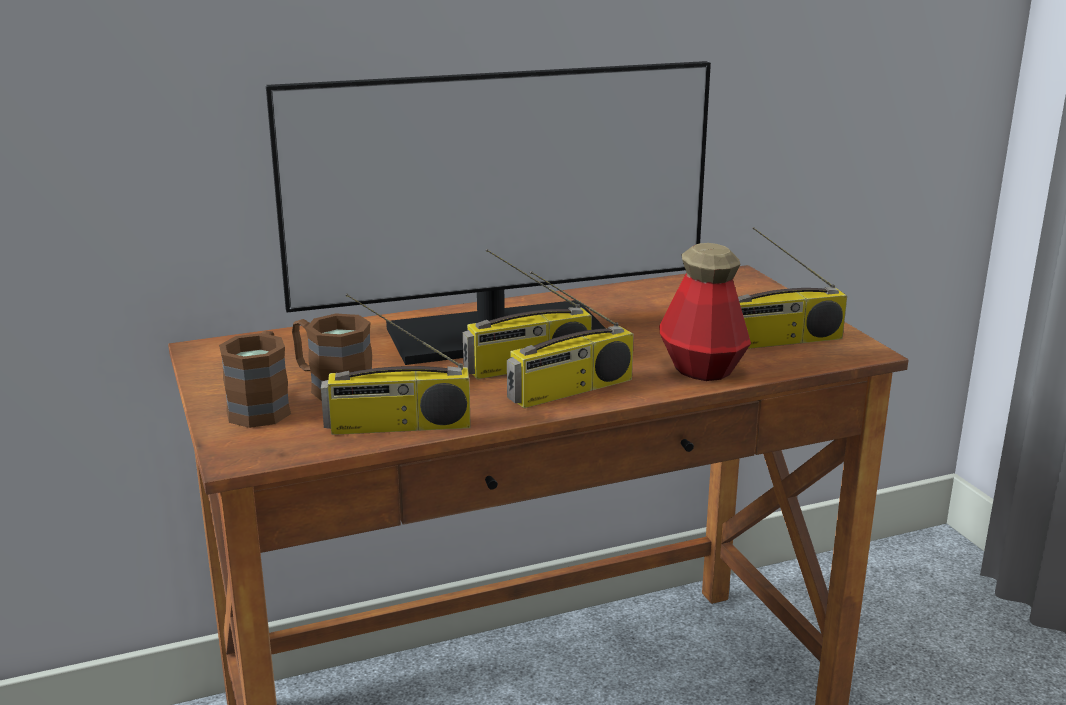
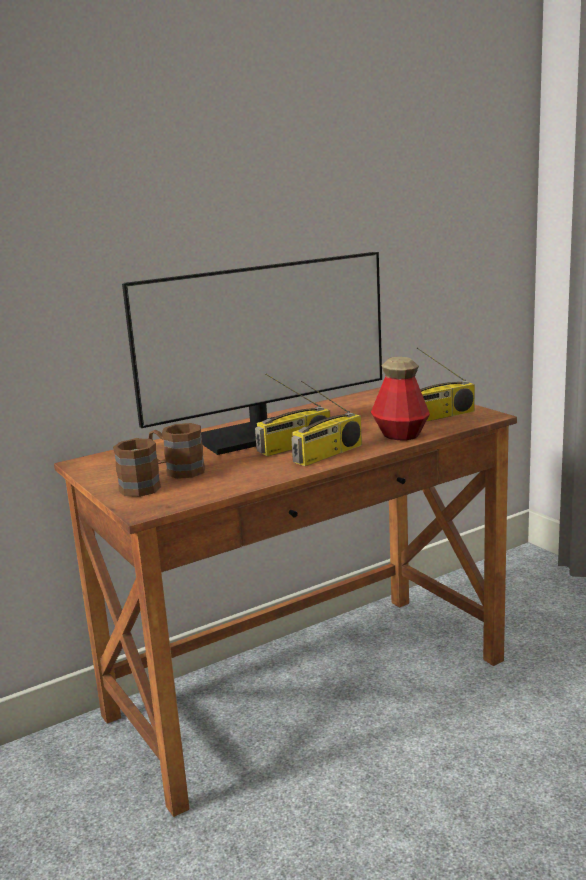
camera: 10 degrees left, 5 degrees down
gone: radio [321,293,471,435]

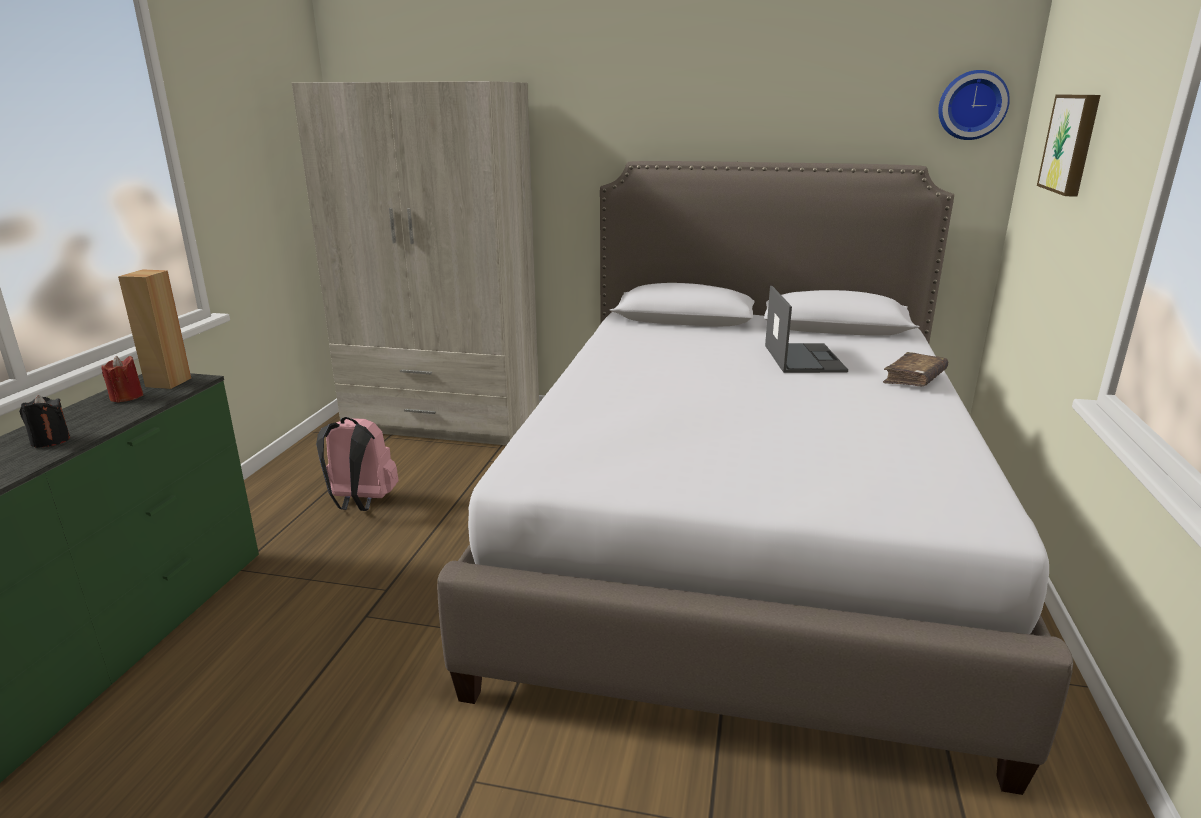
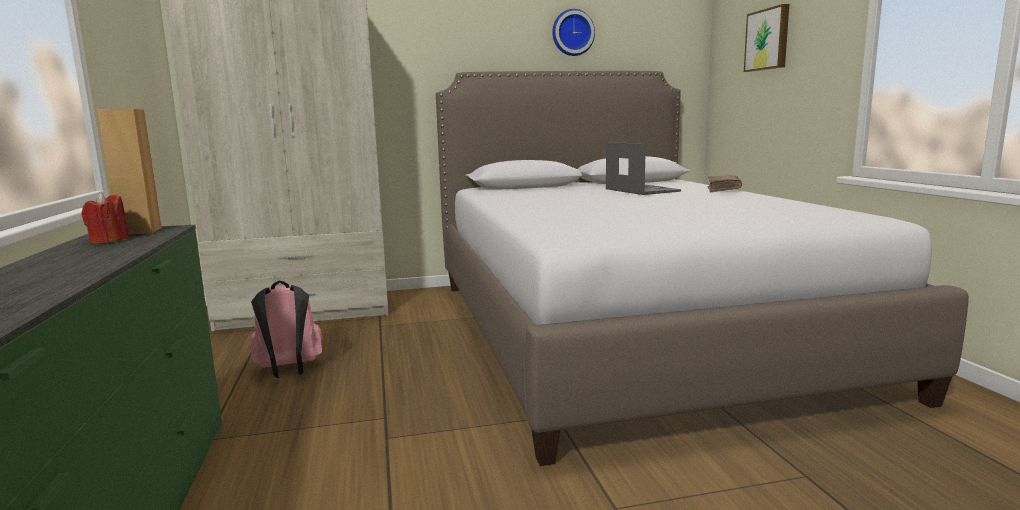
camera: 25 degrees left, 10 degrees down
gone: black candle [19,395,70,448]
shifted: wall clock [938,70,1010,140] to [552,9,595,56]

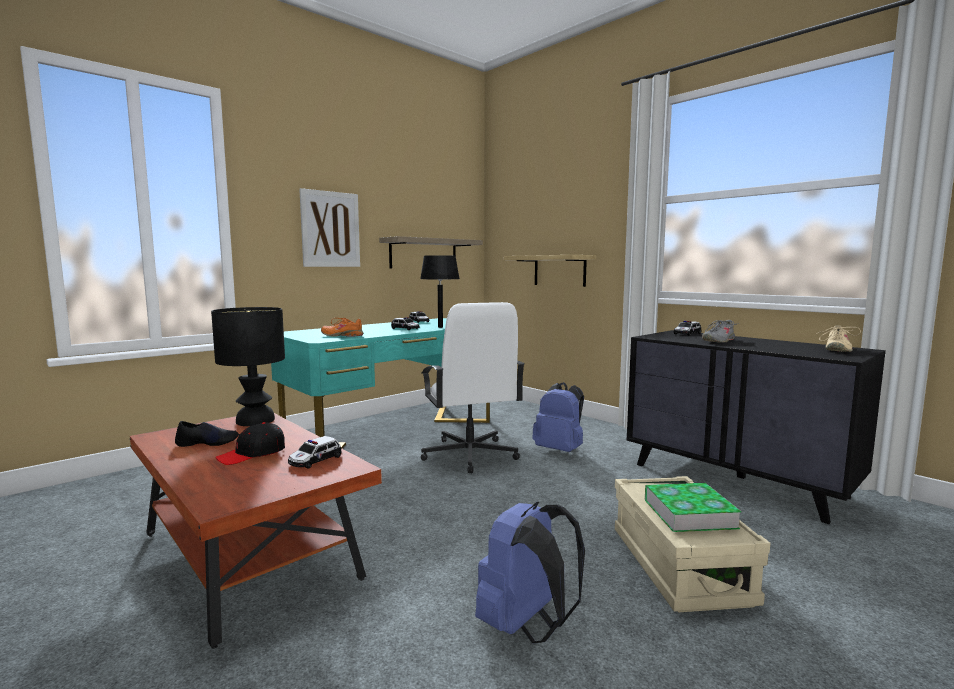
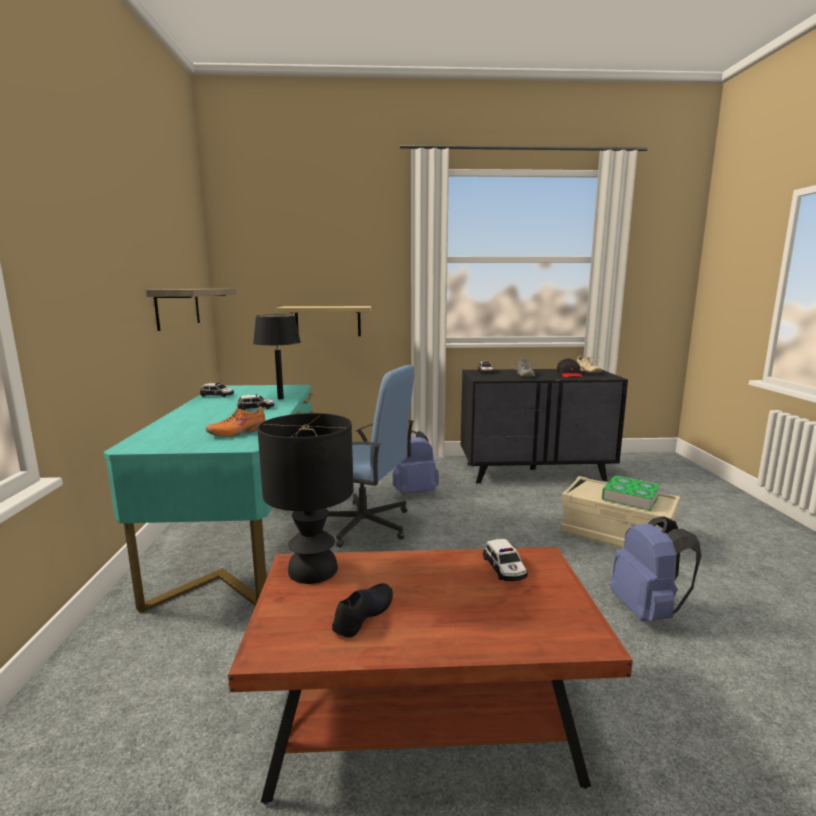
camera: 50 degrees left, 5 degrees up
gone: picture [299,188,360,267]
shifted: black cap [215,422,285,465] to [557,358,582,377]
repainted: white office chair [421,302,525,473] to blue office chair [328,365,415,548]

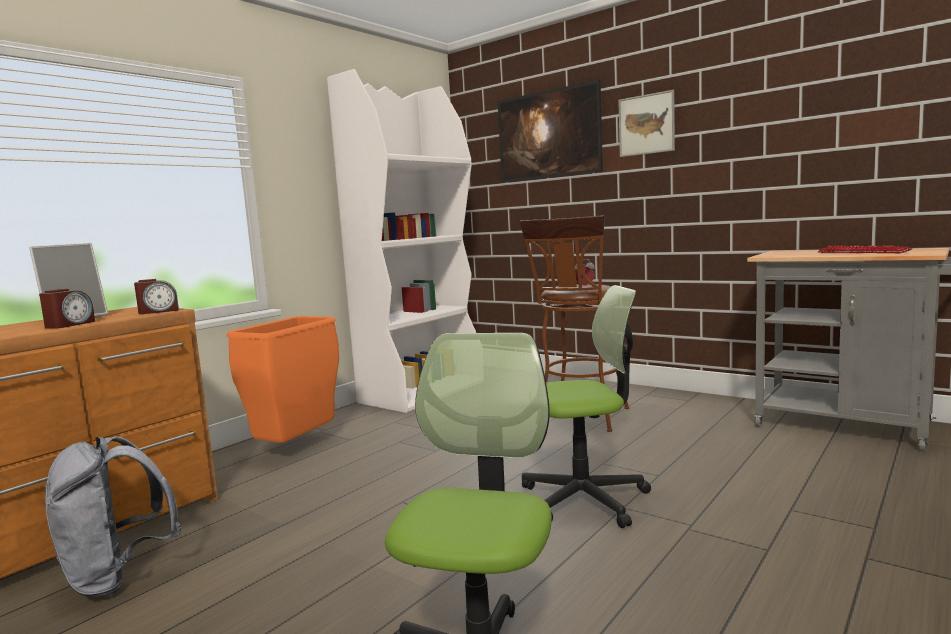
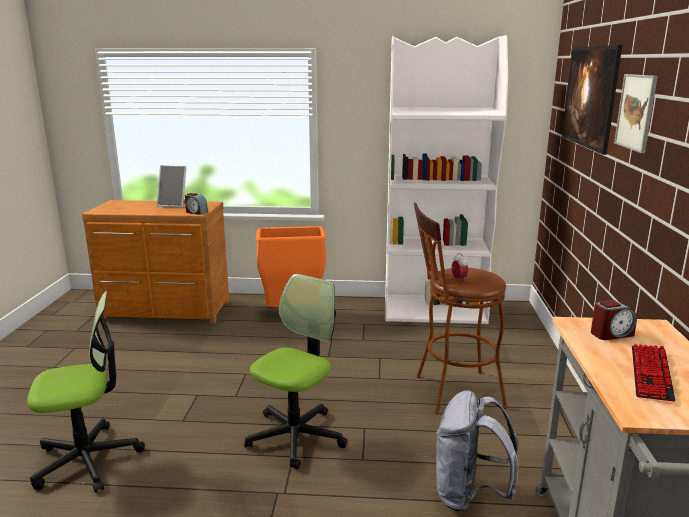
camera: 55 degrees right, 10 degrees up
shifted: grey backpack [44,436,182,597] to [436,390,519,512]; alarm clock [39,289,95,329] to [591,300,637,340]
rotated: office chair [522,285,651,528] = [244,274,348,469] 105 degrees counterclockwise

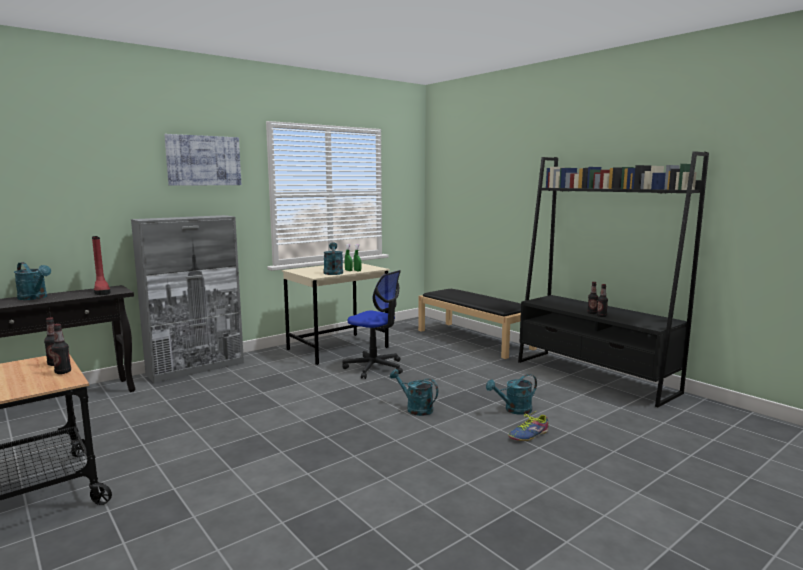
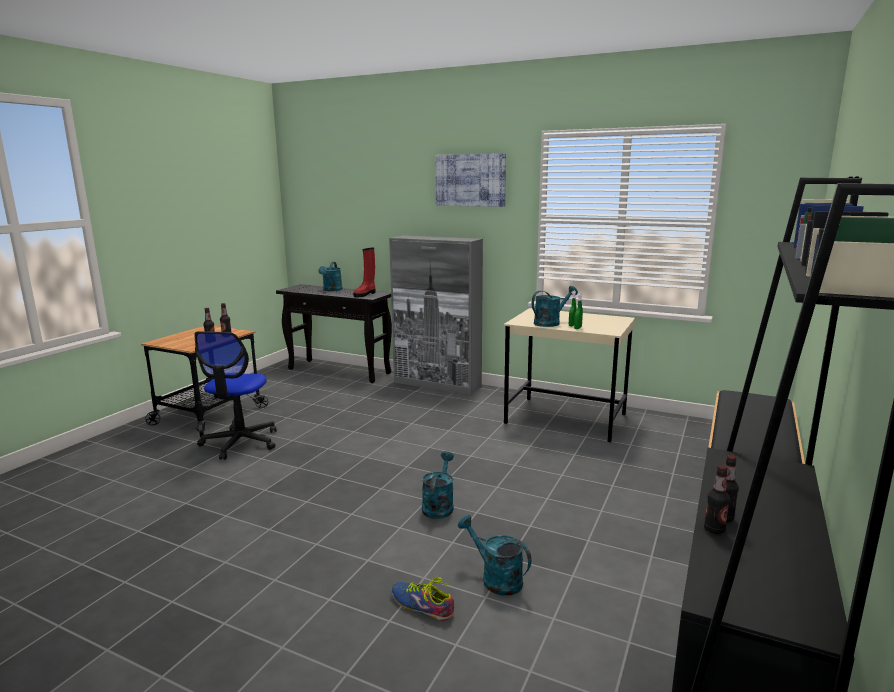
camera: 65 degrees right, 5 degrees up
shifted: office chair [342,270,403,379] to [194,331,277,460]

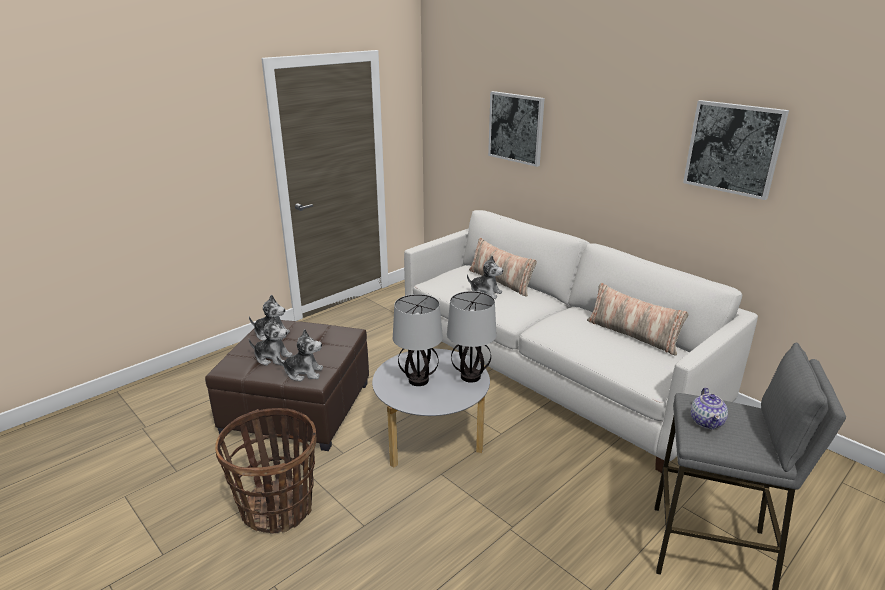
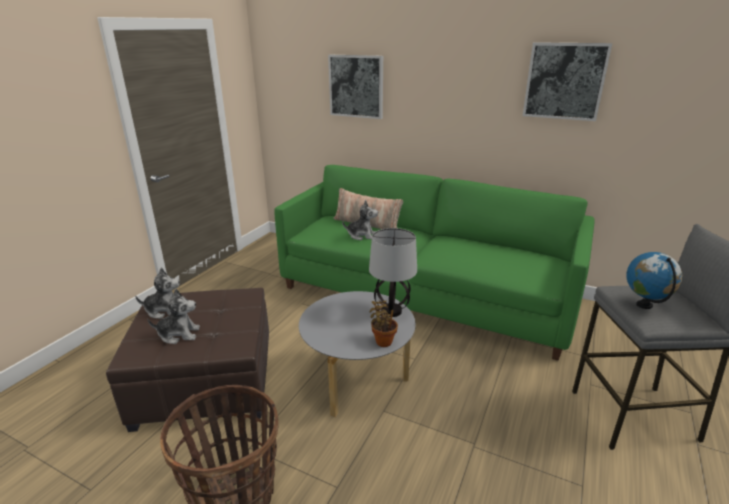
camera: 20 degrees left, 0 degrees up
gone: plush toy [276,329,323,382]; table lamp [393,294,443,386]; pillow [587,283,689,356]
new: potted plant [369,300,398,347]
swapped: teapot [691,388,728,430] to globe [626,252,682,309]
repainted: white sofa [404,210,758,473] to green sofa [275,165,595,360]

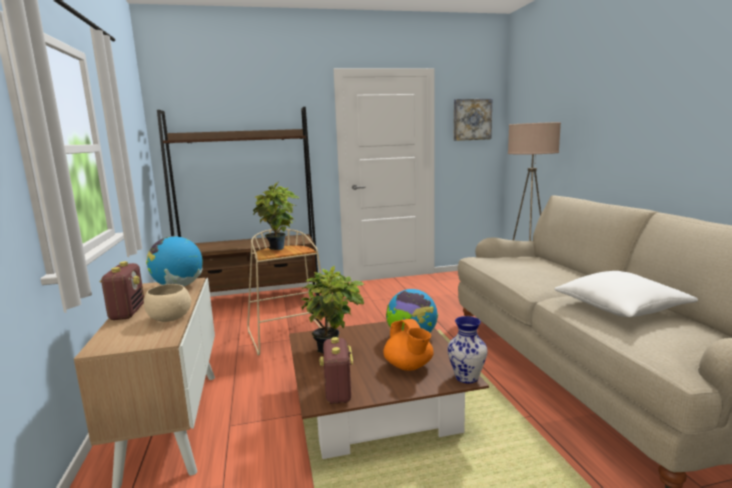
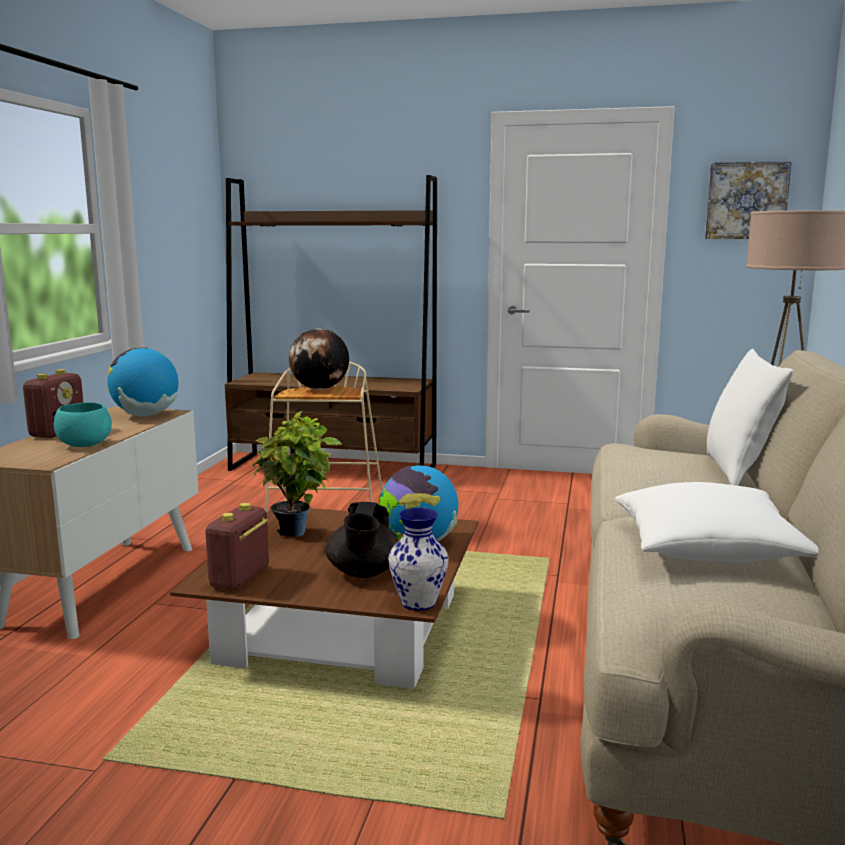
camera: 25 degrees right, 0 degrees up
new: white pillow [707,349,793,486]
swapped: potted plant [253,182,299,250] to globe [289,328,349,390]
repainted: beige bowl [144,284,191,322] to turquoise bowl [53,402,112,447]; orange teapot [383,319,434,371] to black teapot [326,502,398,578]

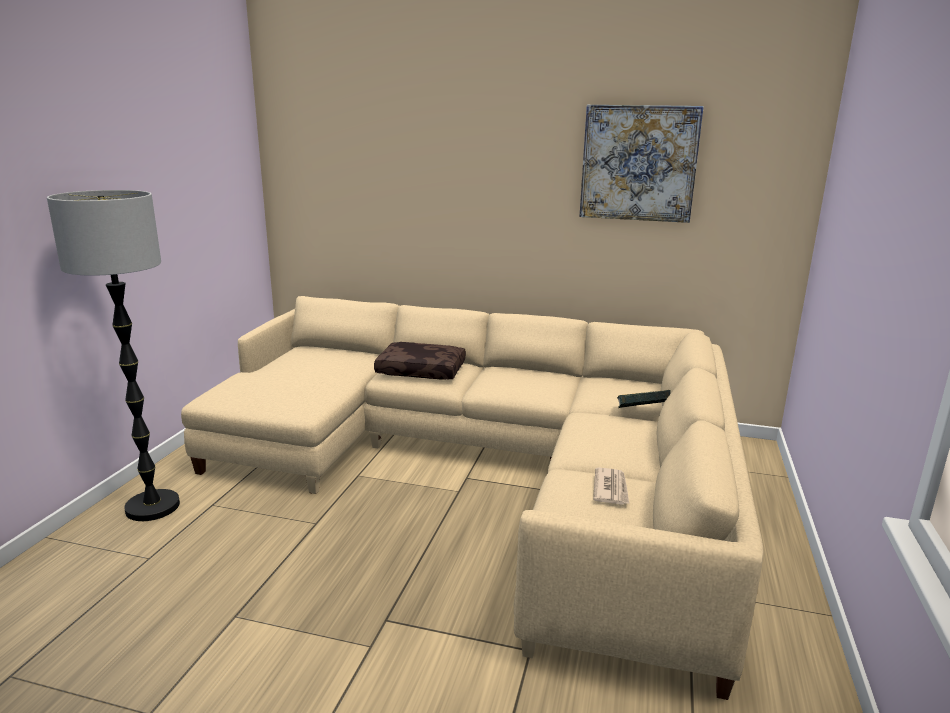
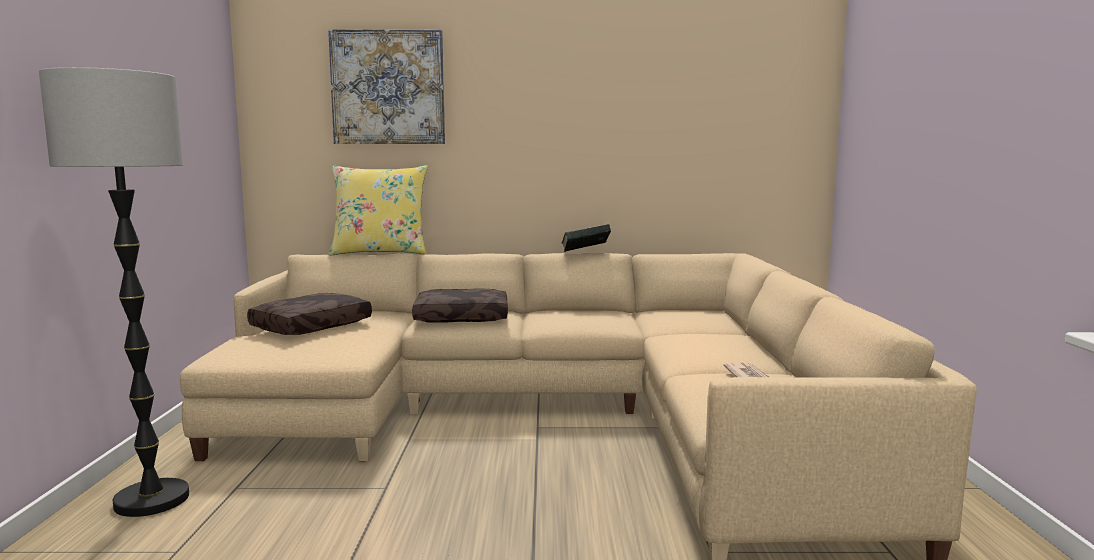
camera: 15 degrees left, 10 degrees down
new: brown pillow [247,293,372,335]; yellow pillow [328,165,428,255]
shifted: picture [579,104,704,223] to [328,29,445,144]; book [617,390,671,408] to [562,224,611,252]

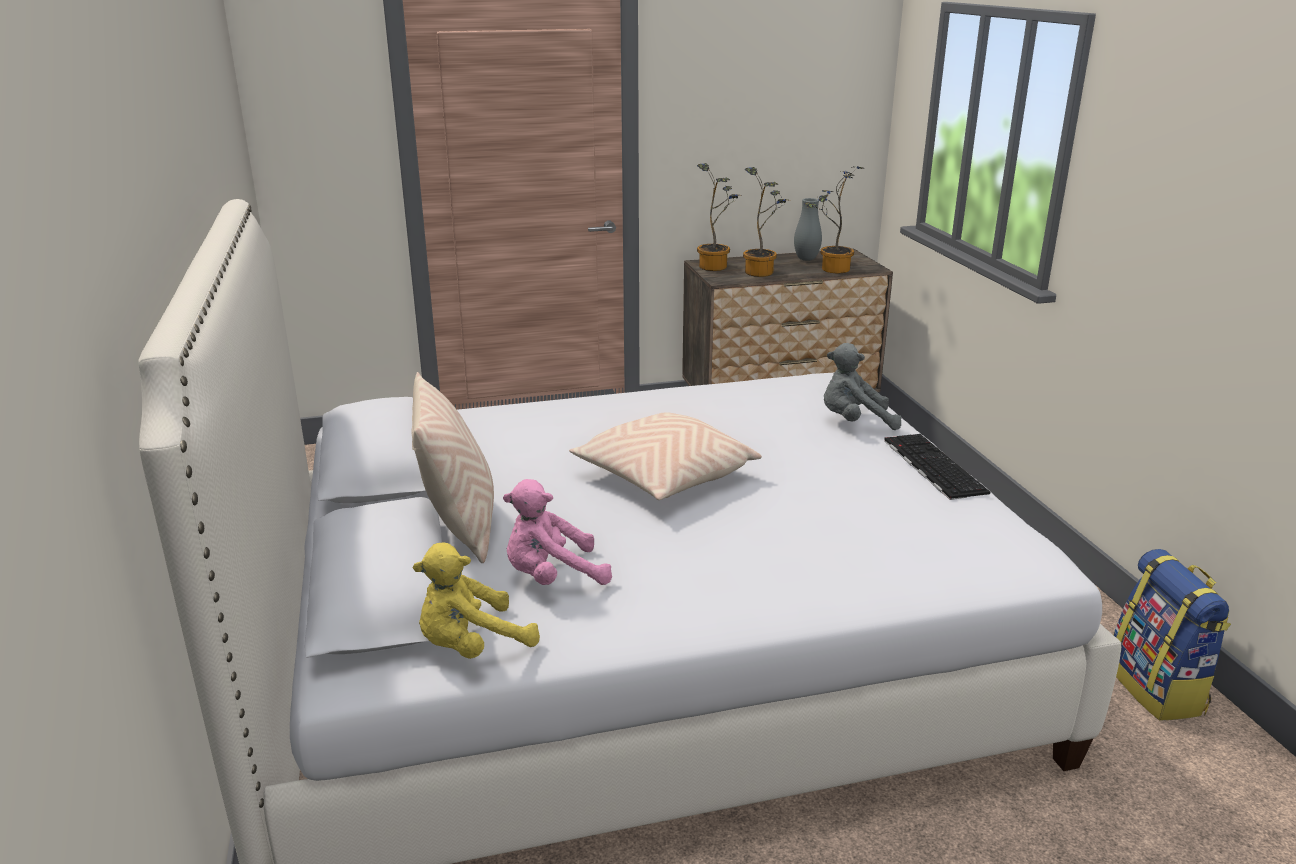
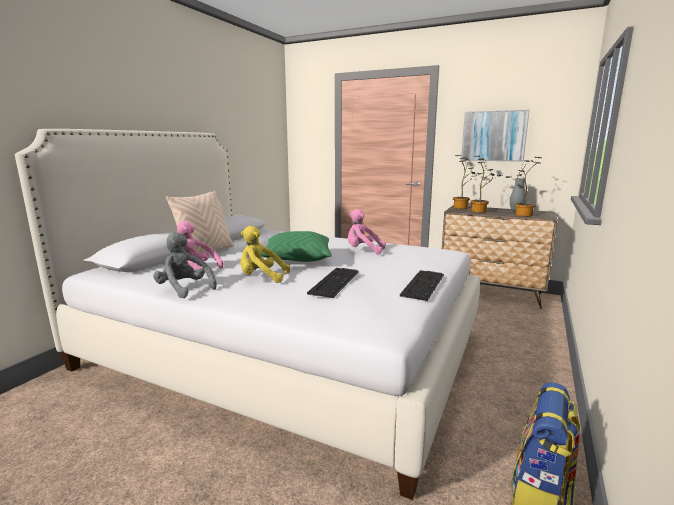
camera: 40 degrees right, 10 degrees down
new: keyboard [307,268,359,298]; pink plush toy [348,209,386,254]; picture [461,110,530,162]
shifted: grey plush toy [824,343,901,430] to [153,232,217,298]; yellow plush toy [413,542,540,659] to [241,226,290,283]
repainted: beige pillow [569,412,762,500] to green pillow [261,231,332,262]

